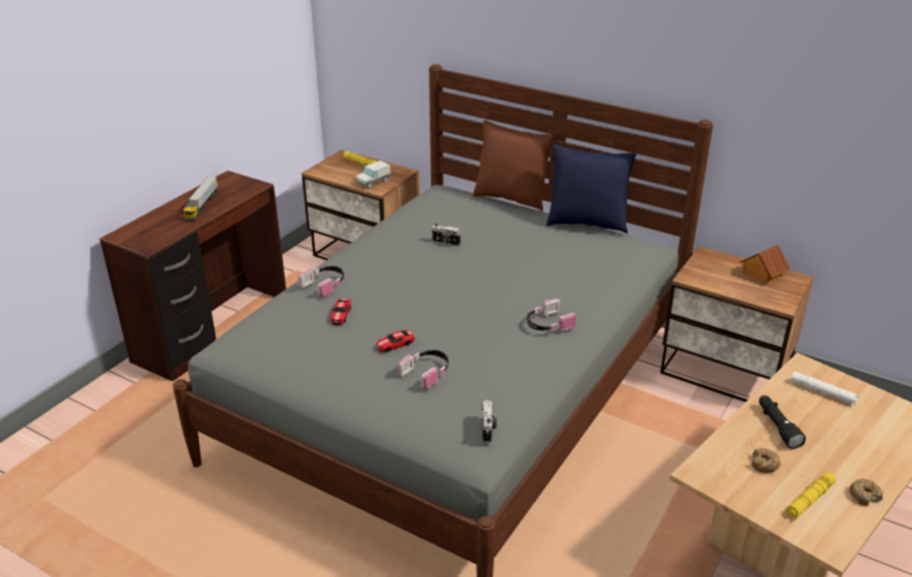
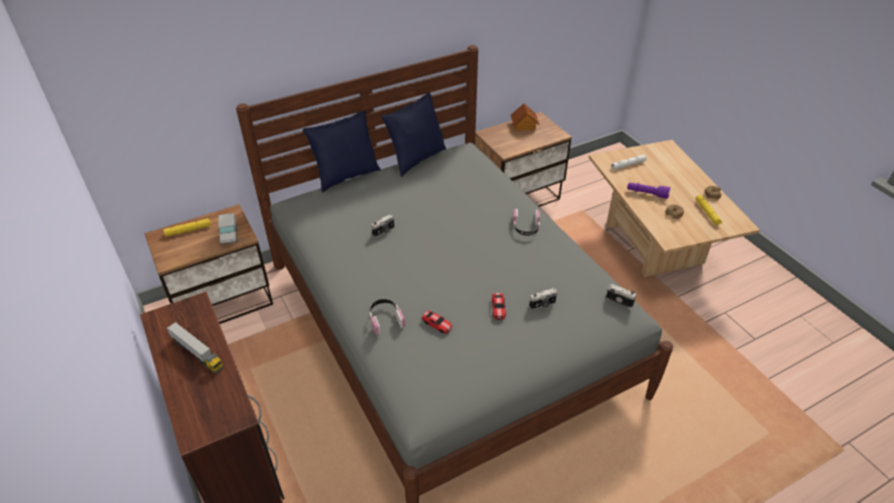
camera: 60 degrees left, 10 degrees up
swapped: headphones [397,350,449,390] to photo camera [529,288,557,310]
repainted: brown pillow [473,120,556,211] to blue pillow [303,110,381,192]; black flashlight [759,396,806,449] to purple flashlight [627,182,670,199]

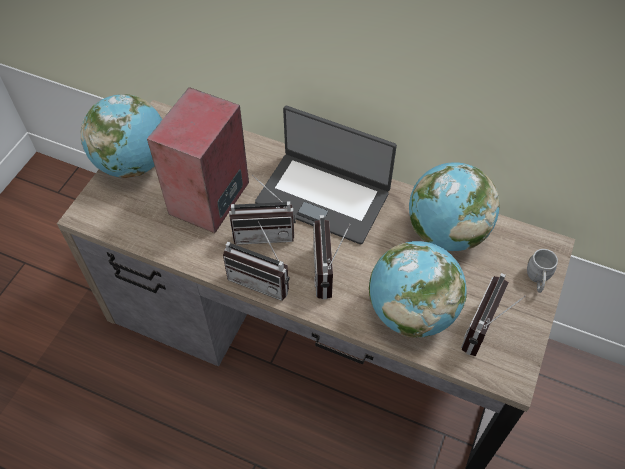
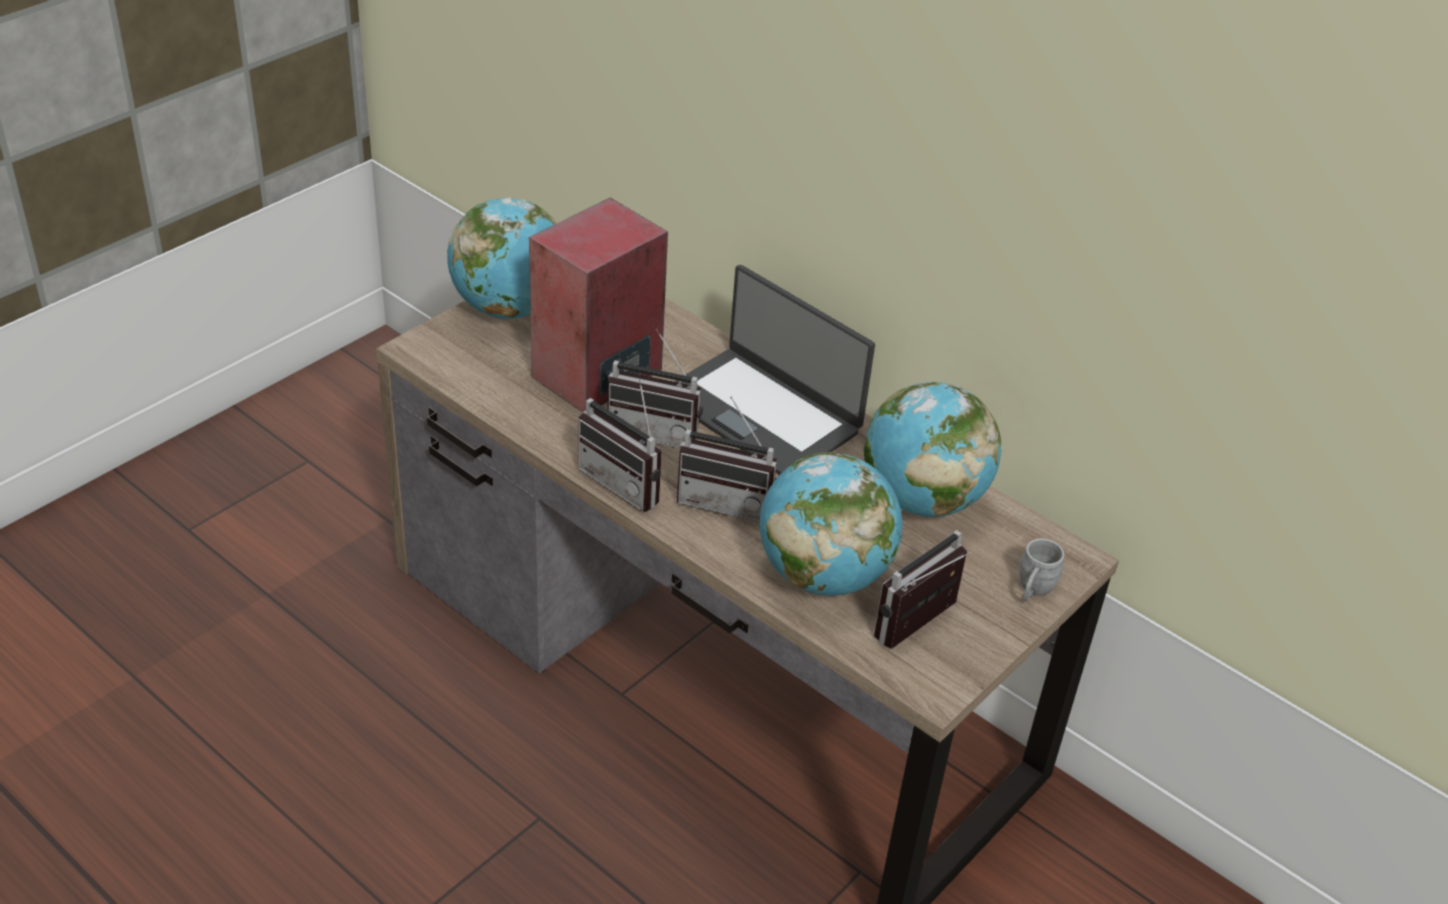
camera: 15 degrees right, 15 degrees down
rotated: radio [313,215,350,299] = [677,396,777,522] 90 degrees counterclockwise

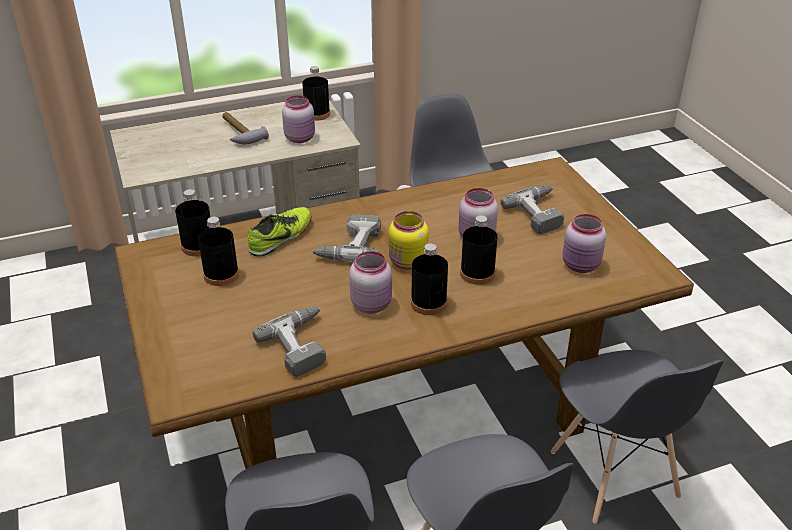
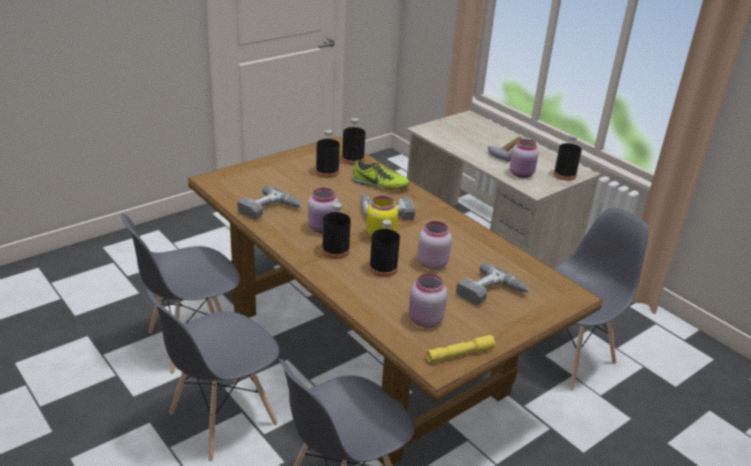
camera: 70 degrees right, 5 degrees down
new: yellow flashlight [426,335,495,363]

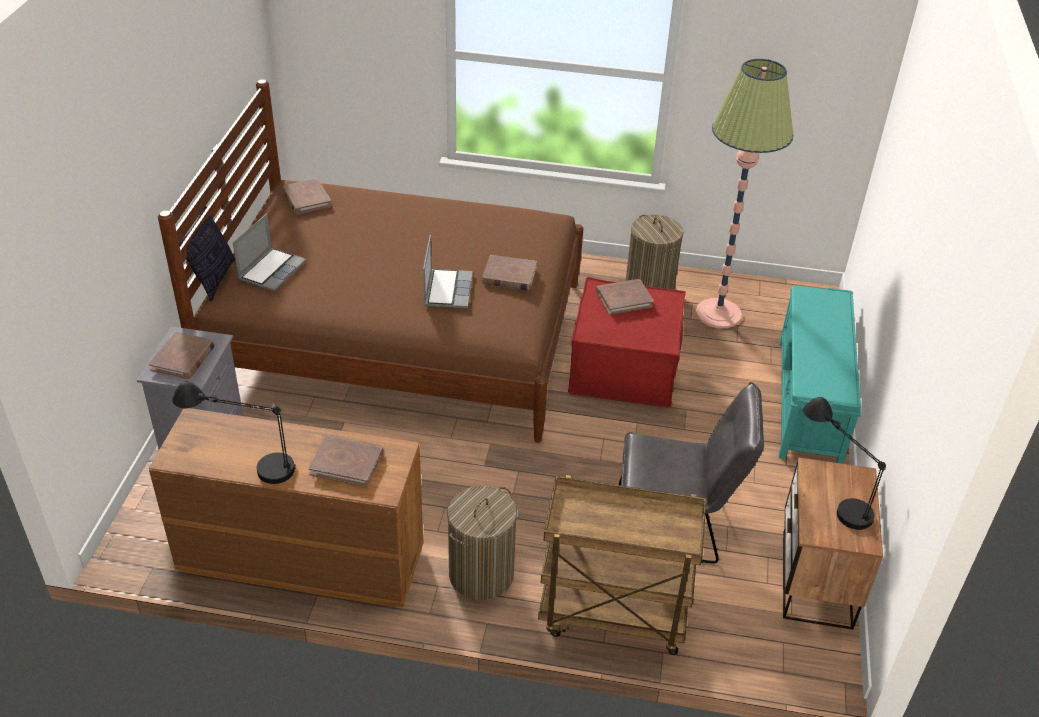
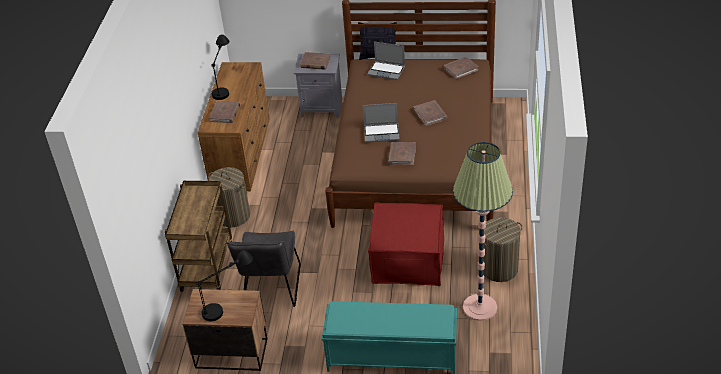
camera: 90 degrees right, 0 degrees up
shifted: brown book [596,279,654,315] to [414,100,447,126]

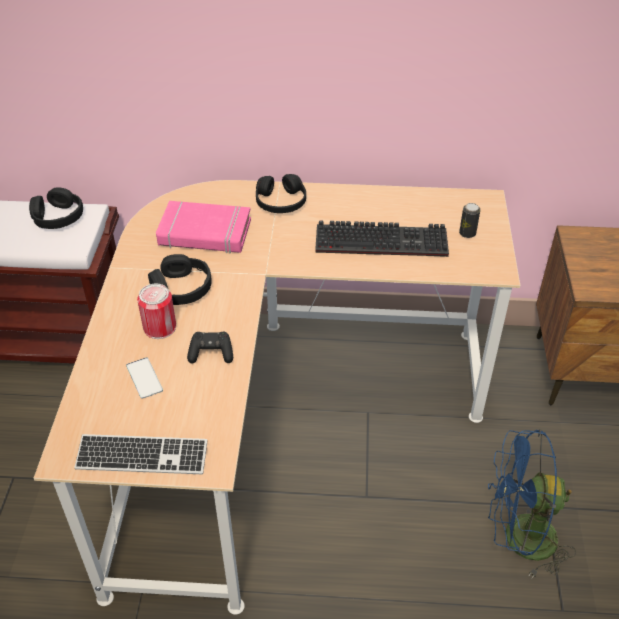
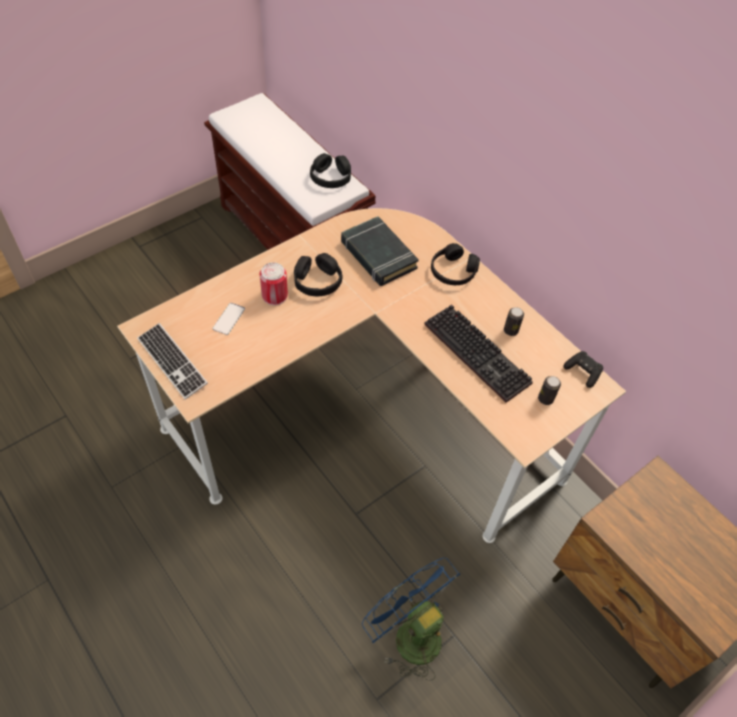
camera: 45 degrees right, 10 degrees up
new: can [504,307,524,336]
shifted: black game controller [187,332,233,364] to [564,351,603,388]
repainted: pink book [156,201,251,253] to black book [341,216,419,286]

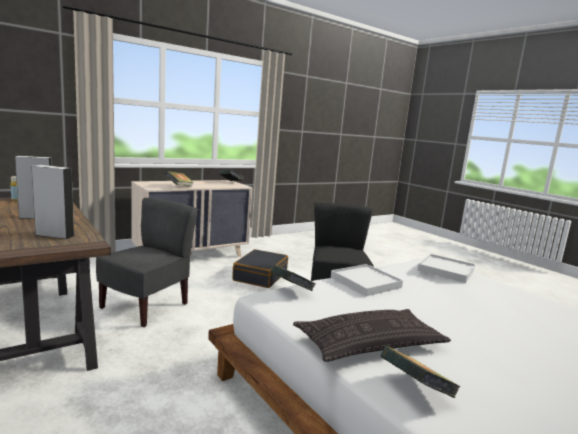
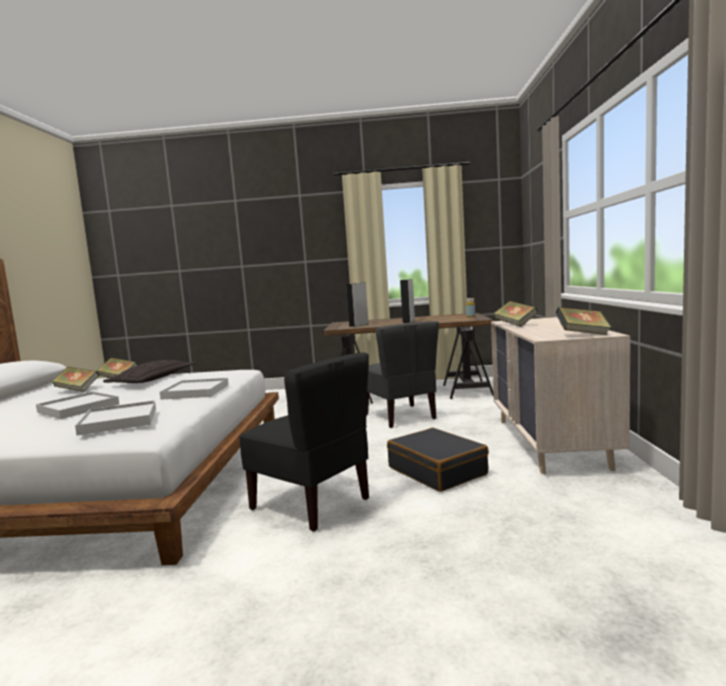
camera: 130 degrees right, 5 degrees down
new: white tray [36,392,119,419]
shifted: book [271,265,316,291] to [52,367,99,392]

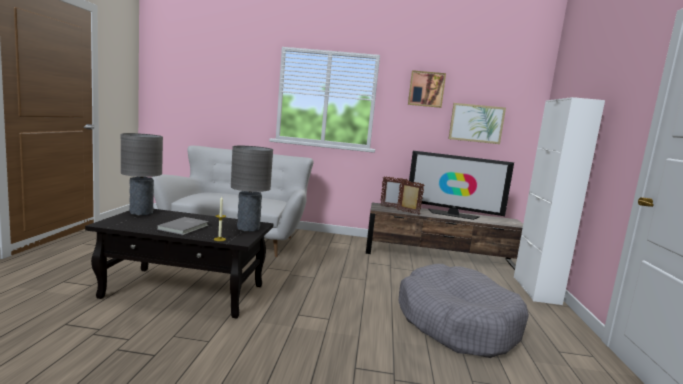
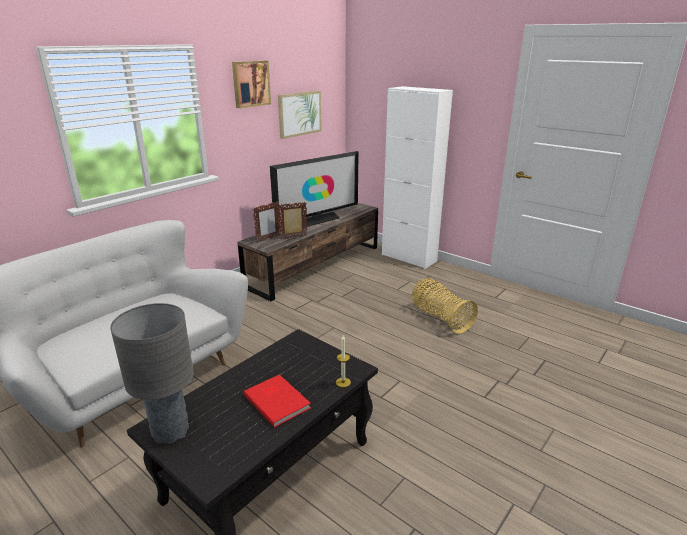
camera: 55 degrees left, 15 degrees up
gone: grey table lamp [231,146,273,232]
swapped: grey dog bed [399,264,529,358] to basket [412,278,478,334]
repainted: grey book [157,217,209,235] to red book [243,374,311,428]

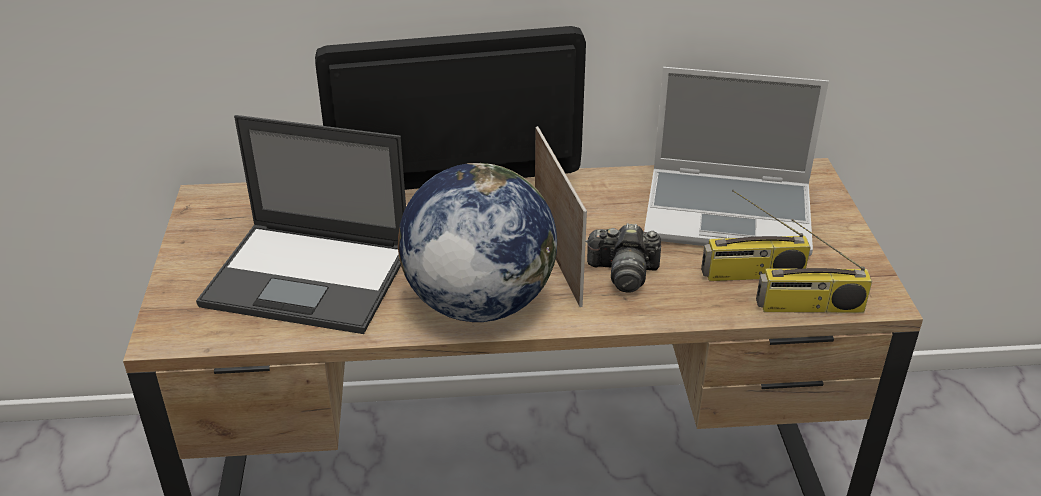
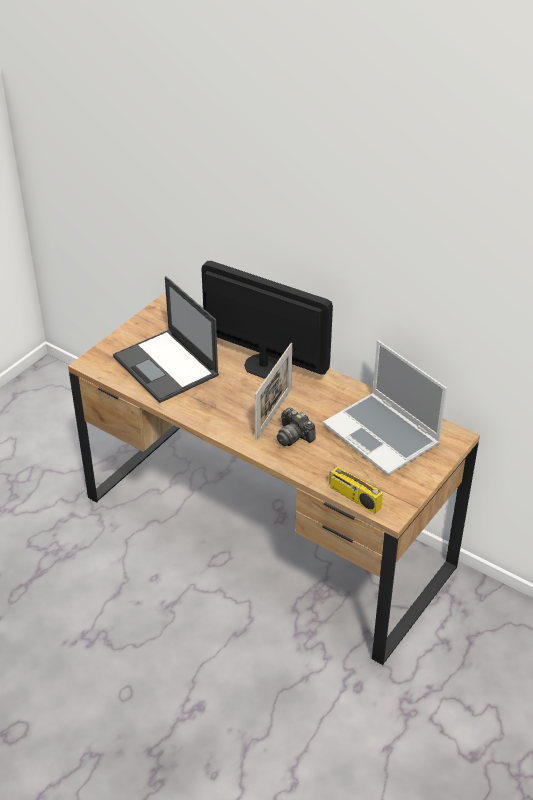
camera: 40 degrees right, 5 degrees up
gone: globe [398,163,557,322]; radio [701,190,811,281]

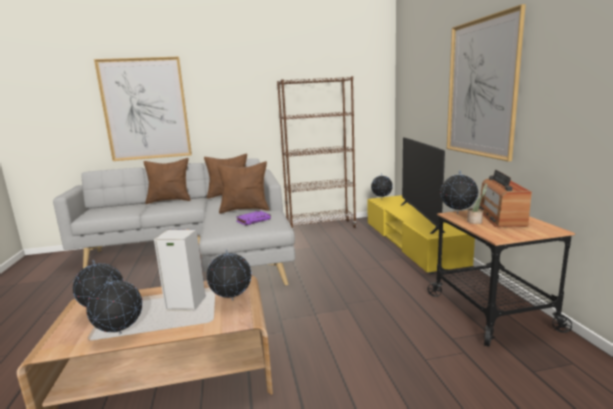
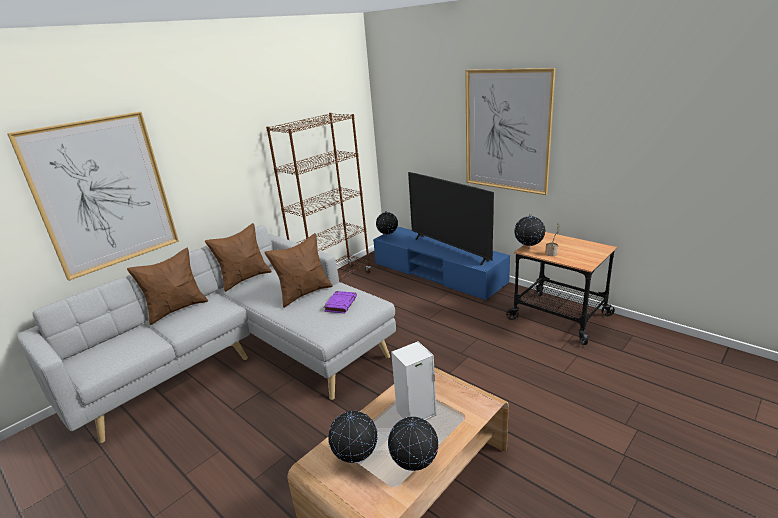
camera: 35 degrees left, 10 degrees up
gone: globe [207,249,252,301]; radio [479,170,532,227]
repainted: yellow tv stand [367,195,475,274] to blue tv stand [373,227,510,301]

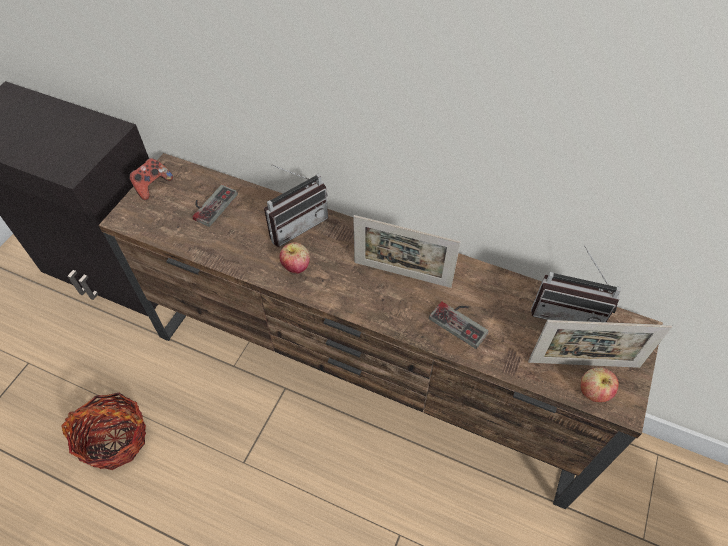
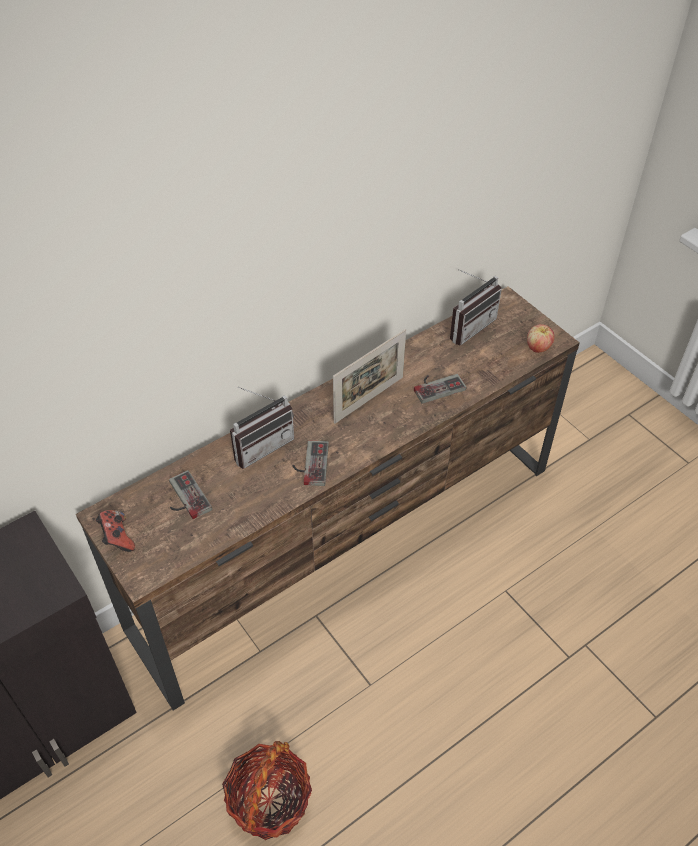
camera: 60 degrees left, 5 degrees down
gone: picture frame [528,320,672,368]
swapped: apple [279,242,310,274] to game controller [293,441,329,486]
rotated: radio [264,165,328,247] = [230,387,294,469] 60 degrees clockwise

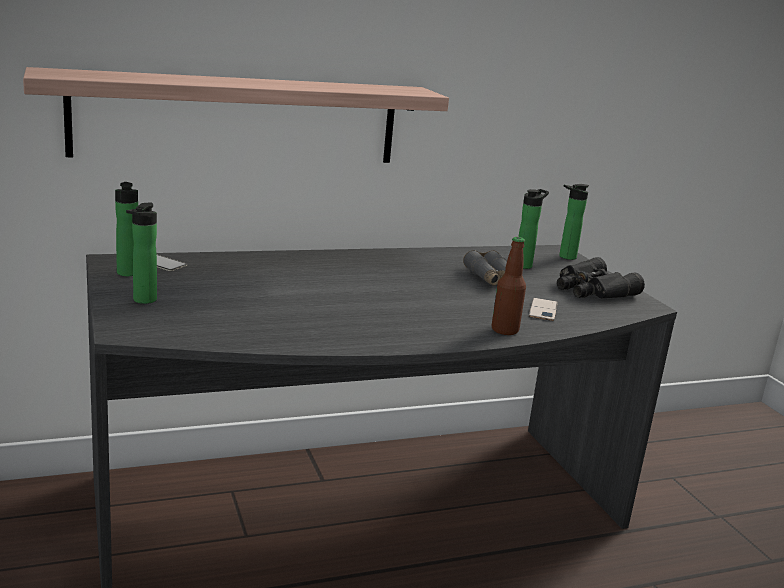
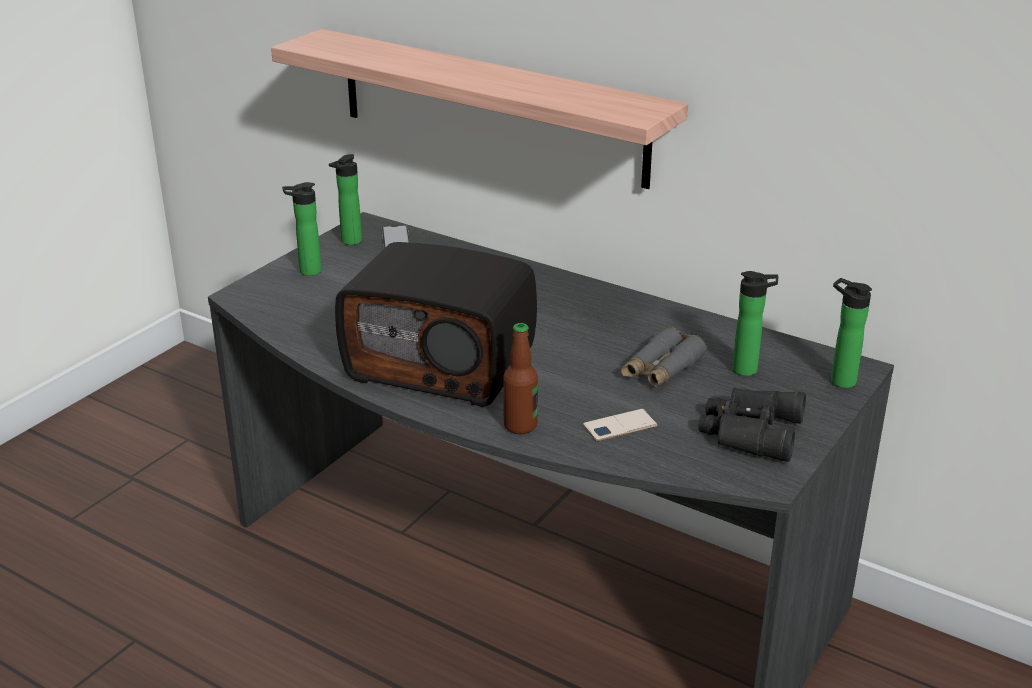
camera: 55 degrees right, 10 degrees up
new: radio [335,242,537,407]

